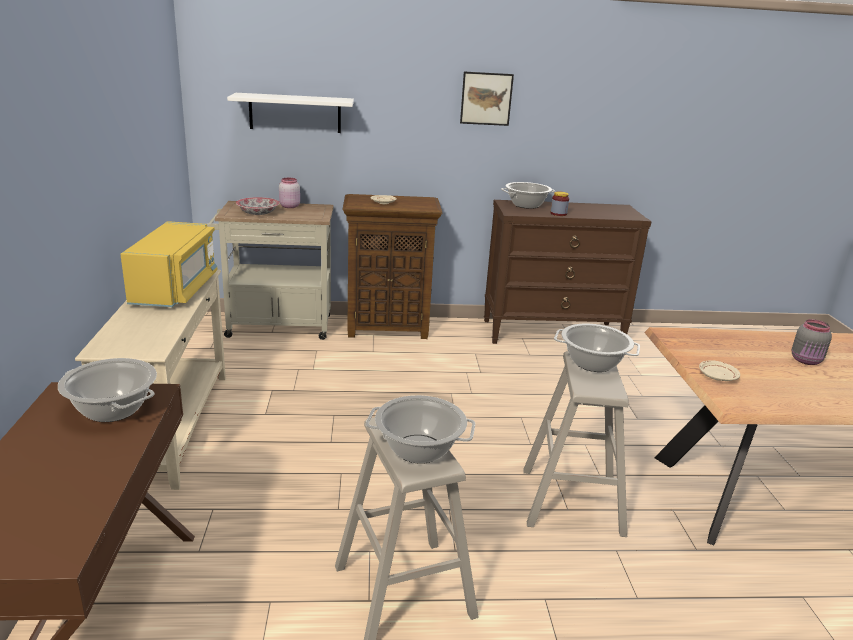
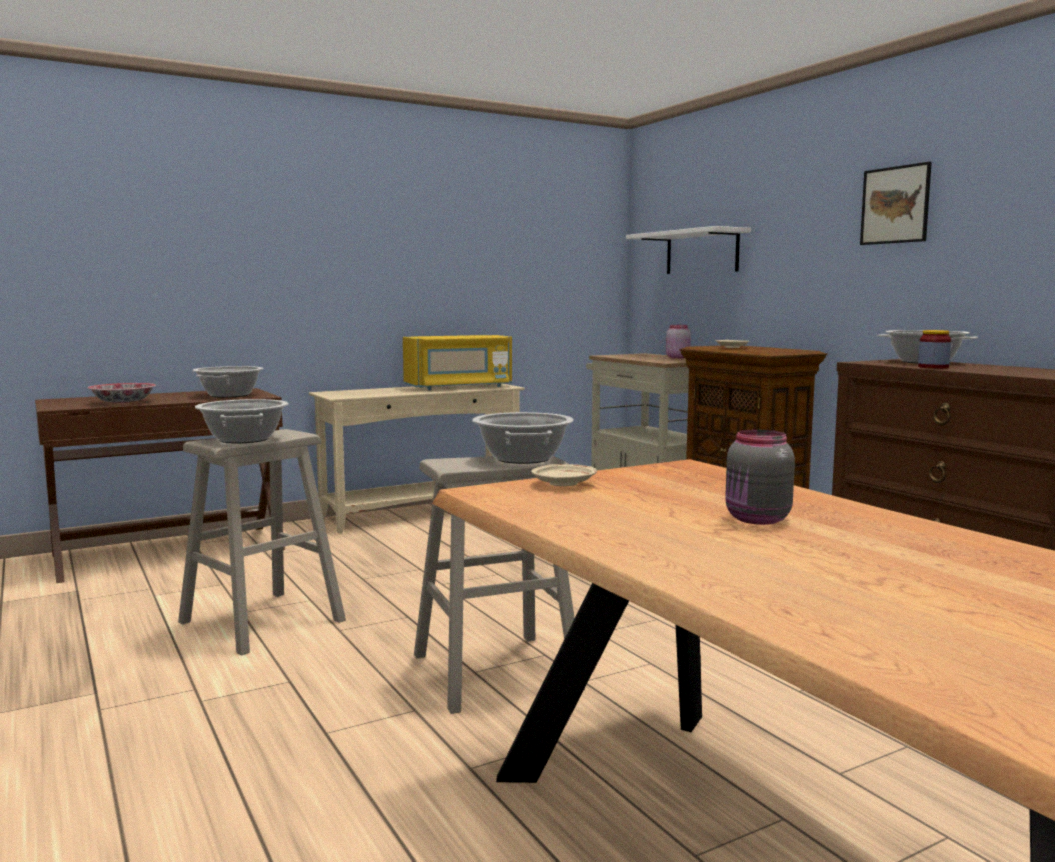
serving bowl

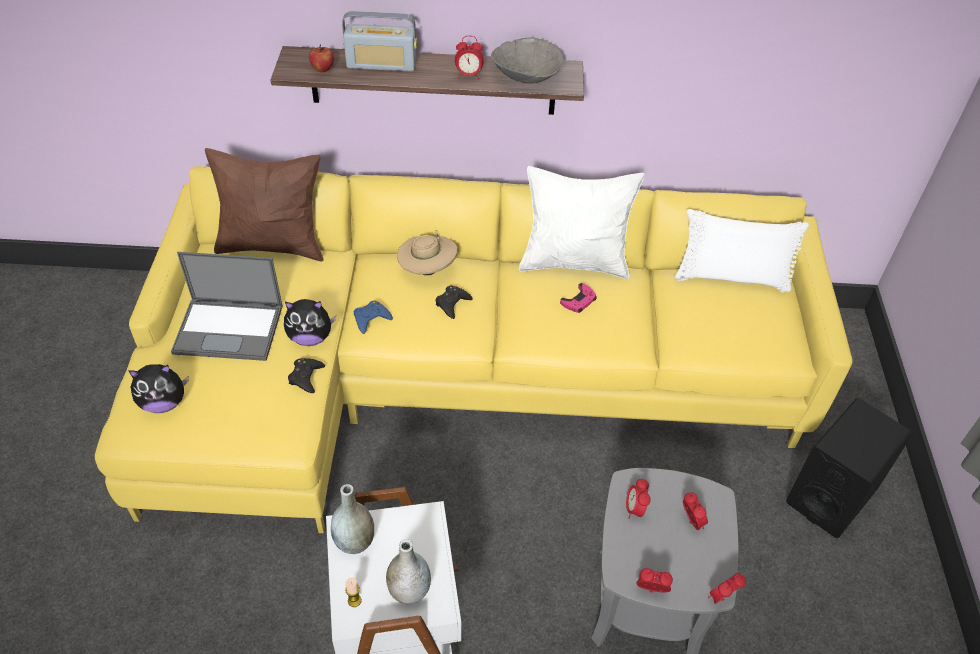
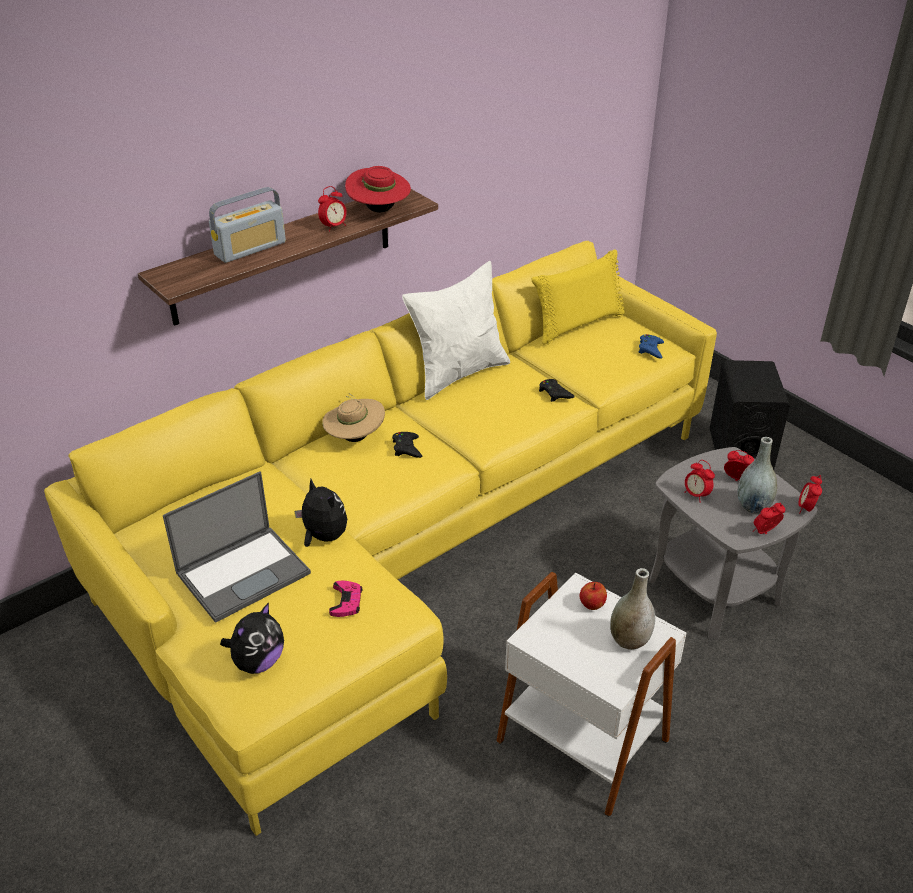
cuddly toy (no. 2 from left)
pink game controller
reddish wearable hat
yellow-coloured pillow
black game controller (no. 2 from left)
whole apple
bluish game controller
greyish decorative vase (no. 2 from left)
brownish pillow
candle

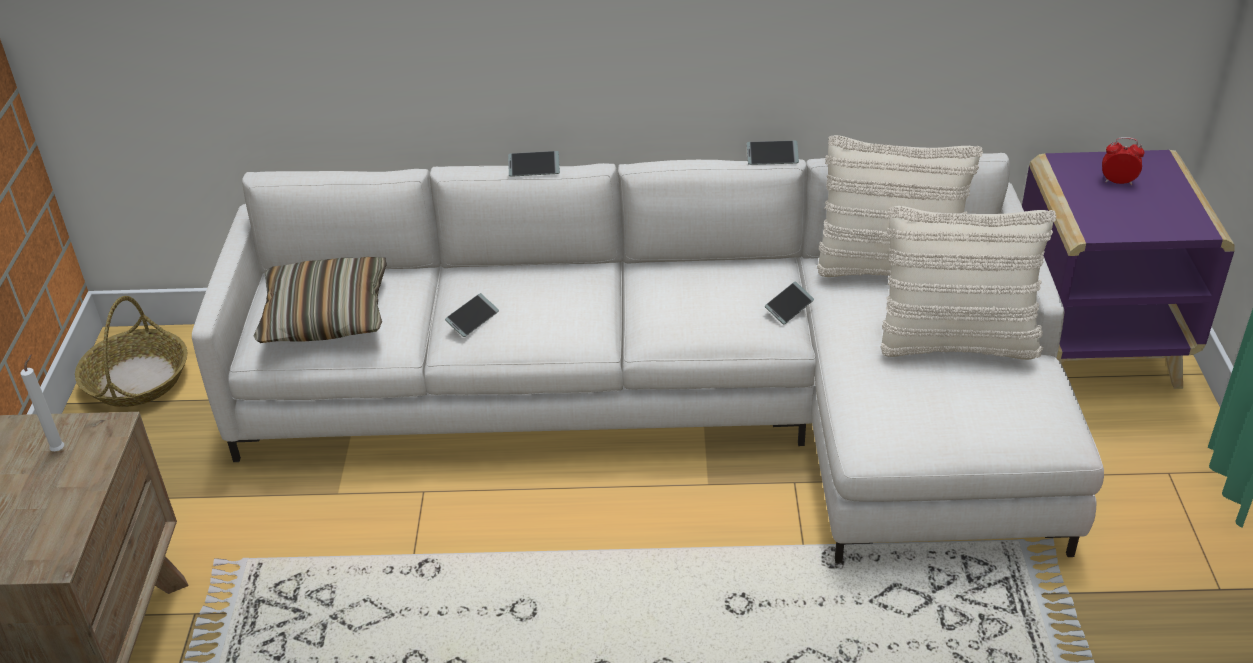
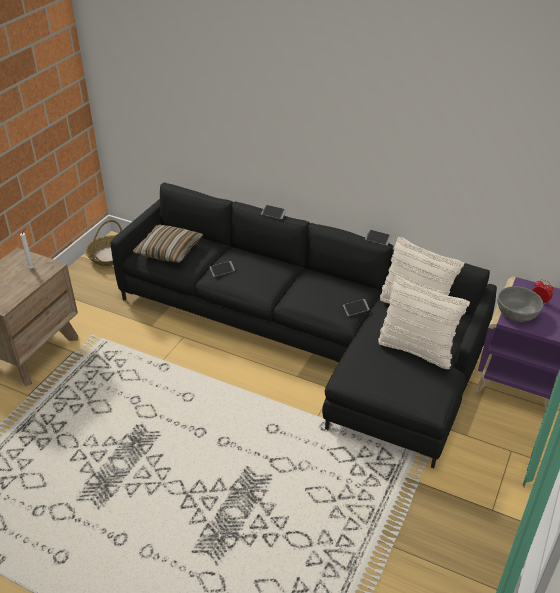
black settee
greyish serving bowl

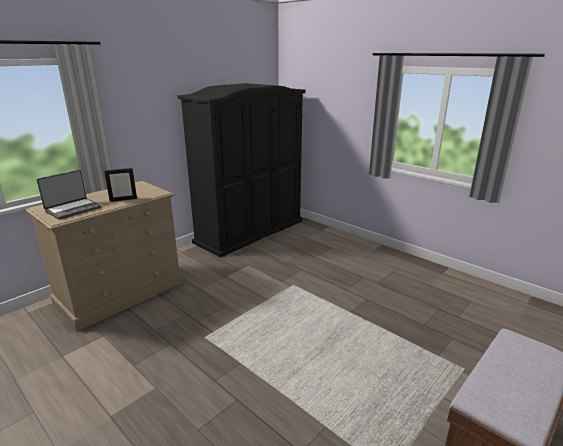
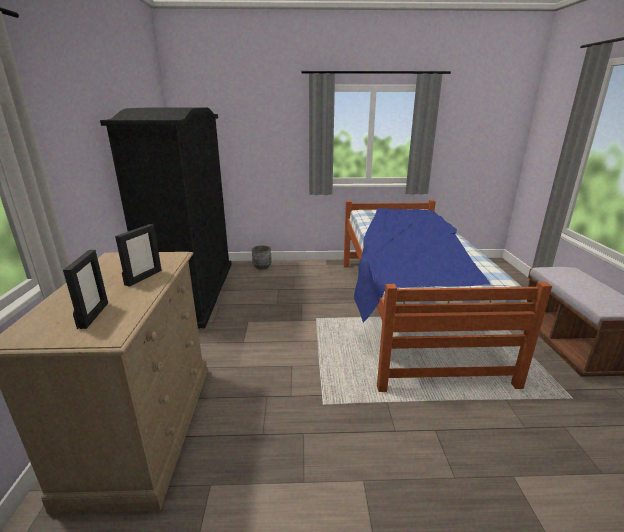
picture frame (no. 1 from left)
greyish planter
bedroom bed

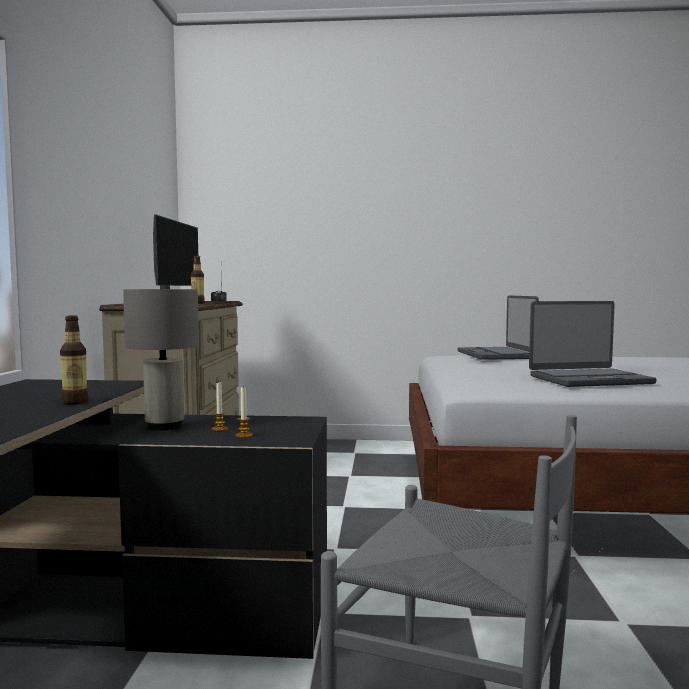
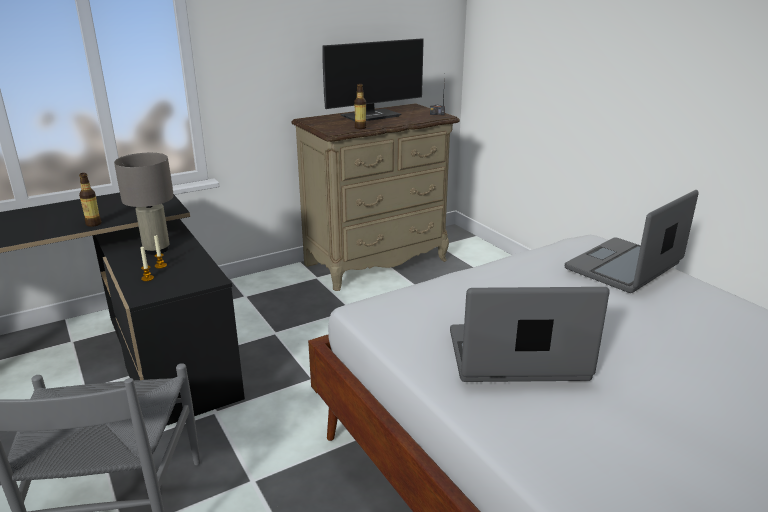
notebook computer (no. 1 from left)

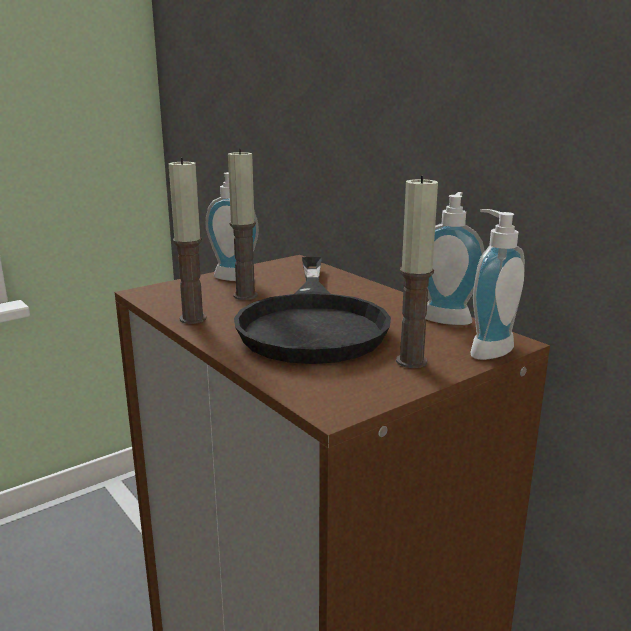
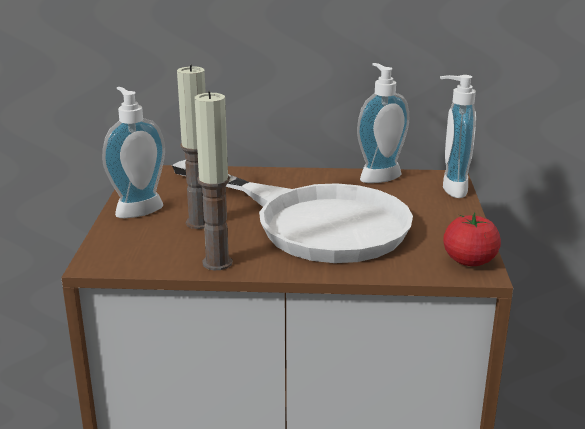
white pan
tomato
candle (no. 3 from left in the first image)

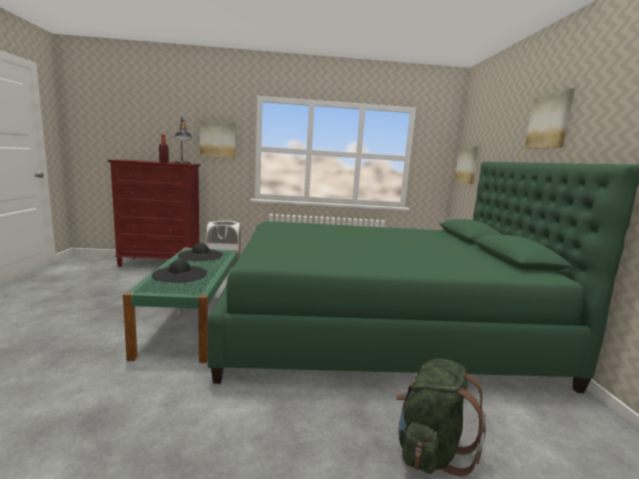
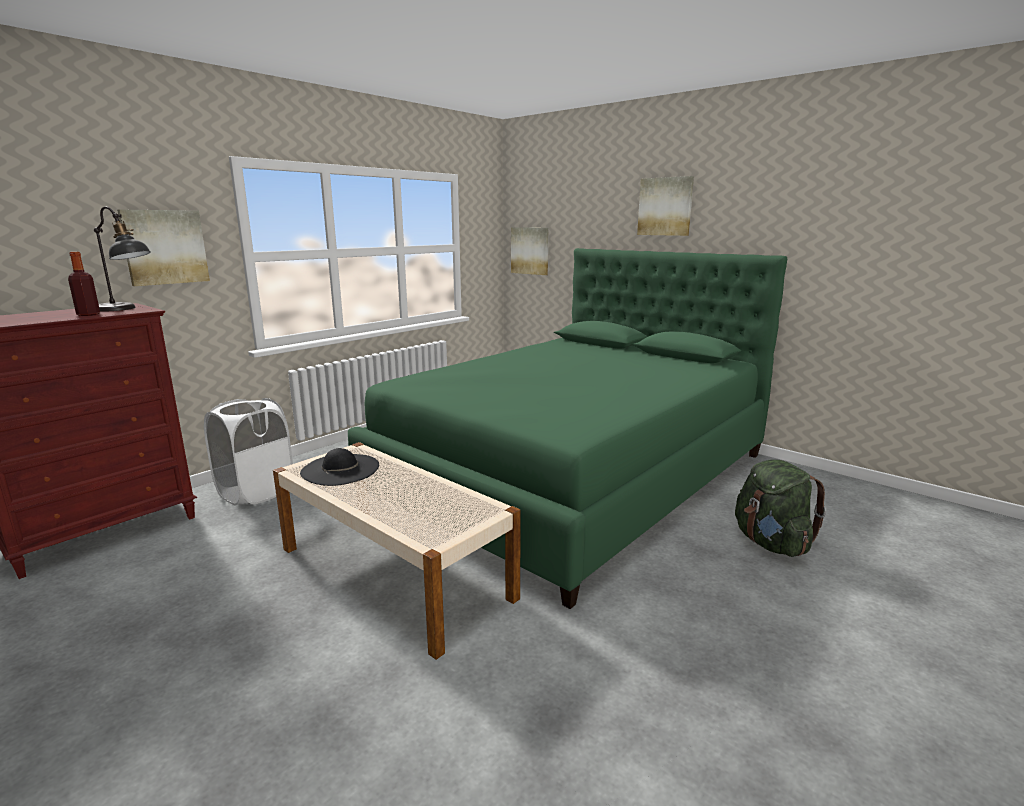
beige indoor bench
black wearable hat (no. 1 from left in the first image)

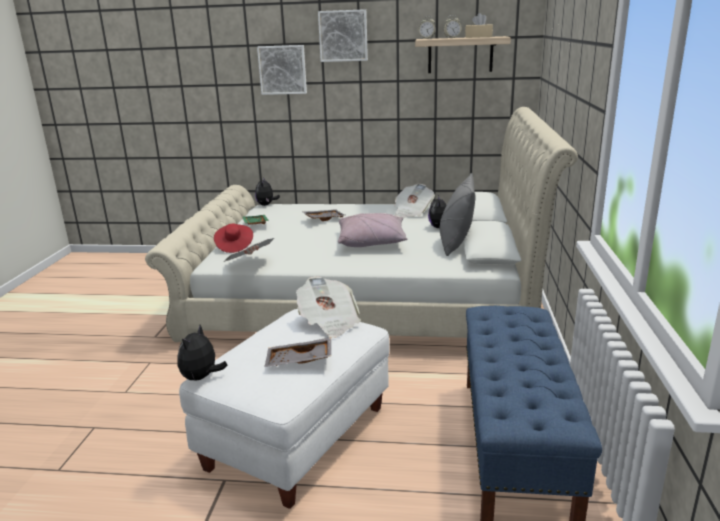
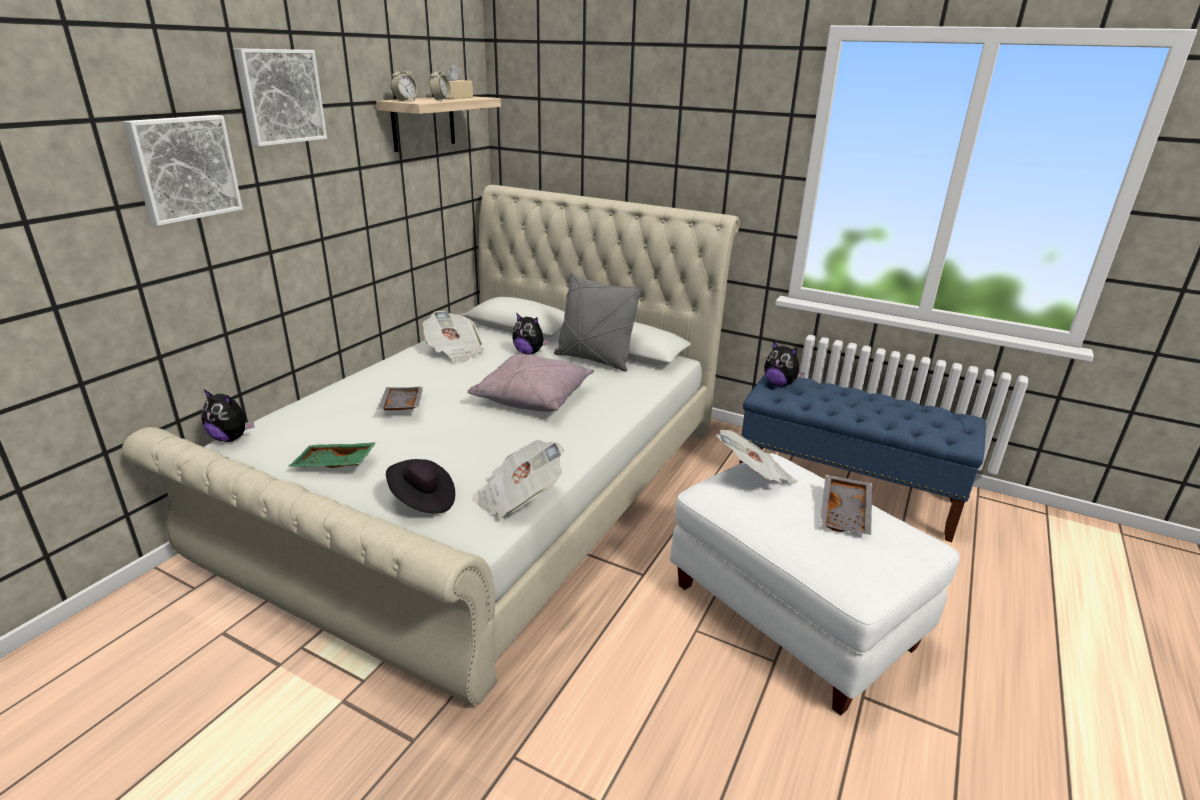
black wearable hat
cuddly toy (no. 3 from left)

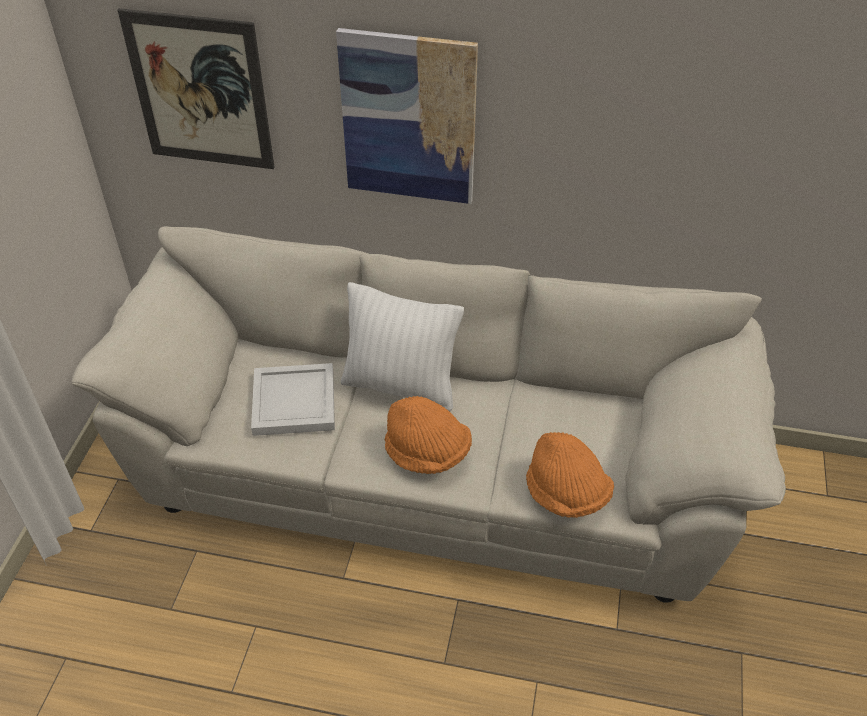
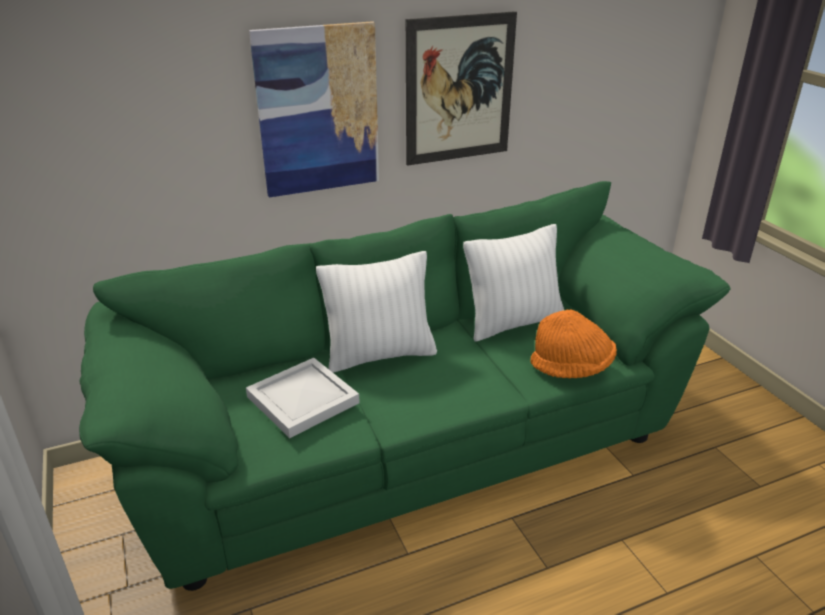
greenish settee
wall art (no. 2 from left)
white pillow (no. 2 from left)
orangey wearable hat (no. 1 from left in the first image)

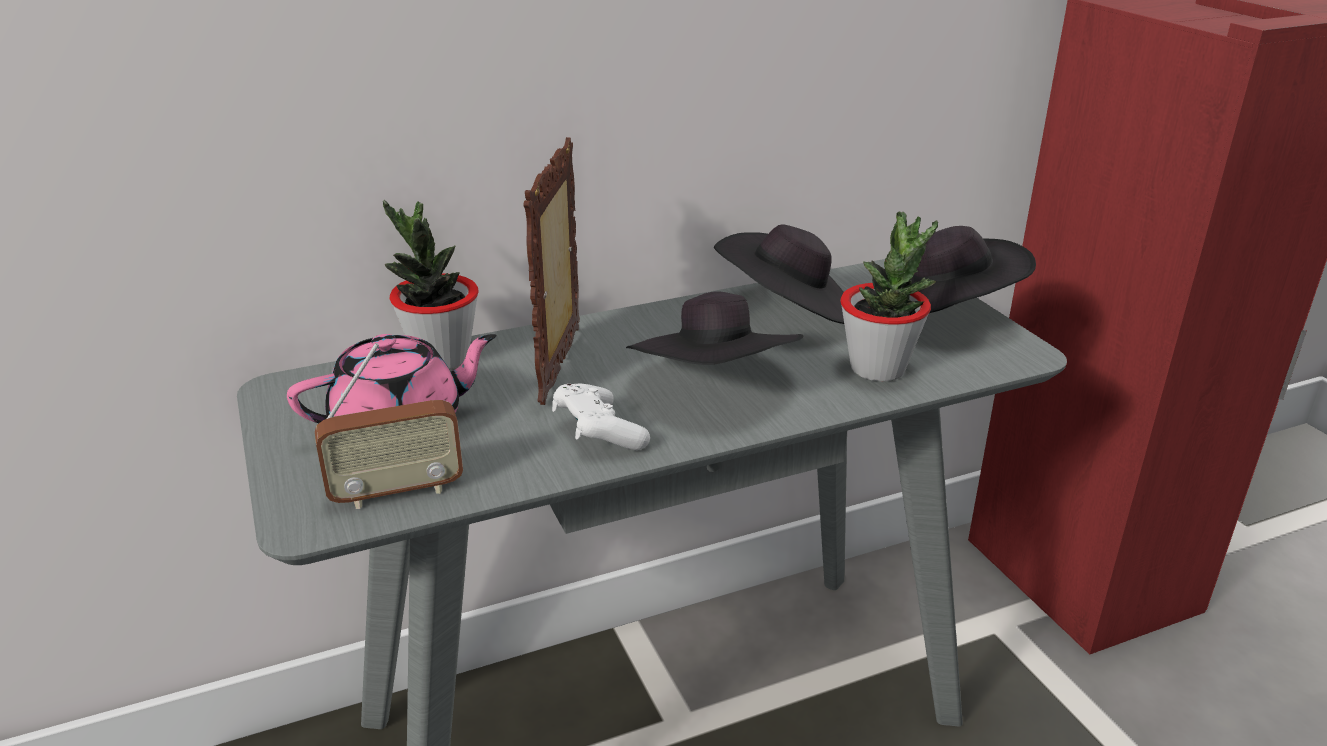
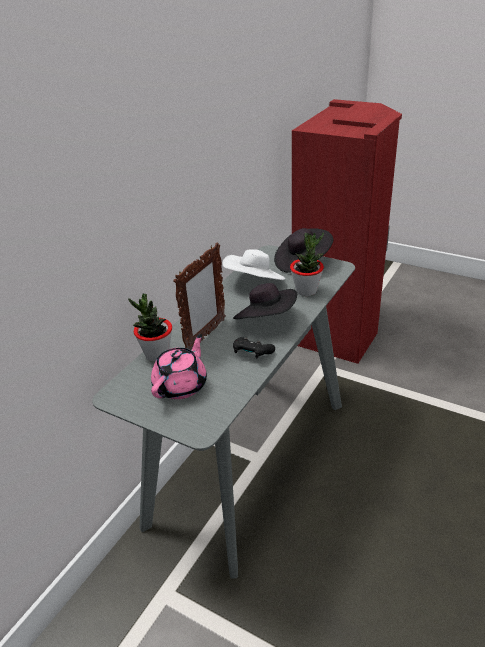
picture frame
white wearable hat
black game controller
radio receiver

